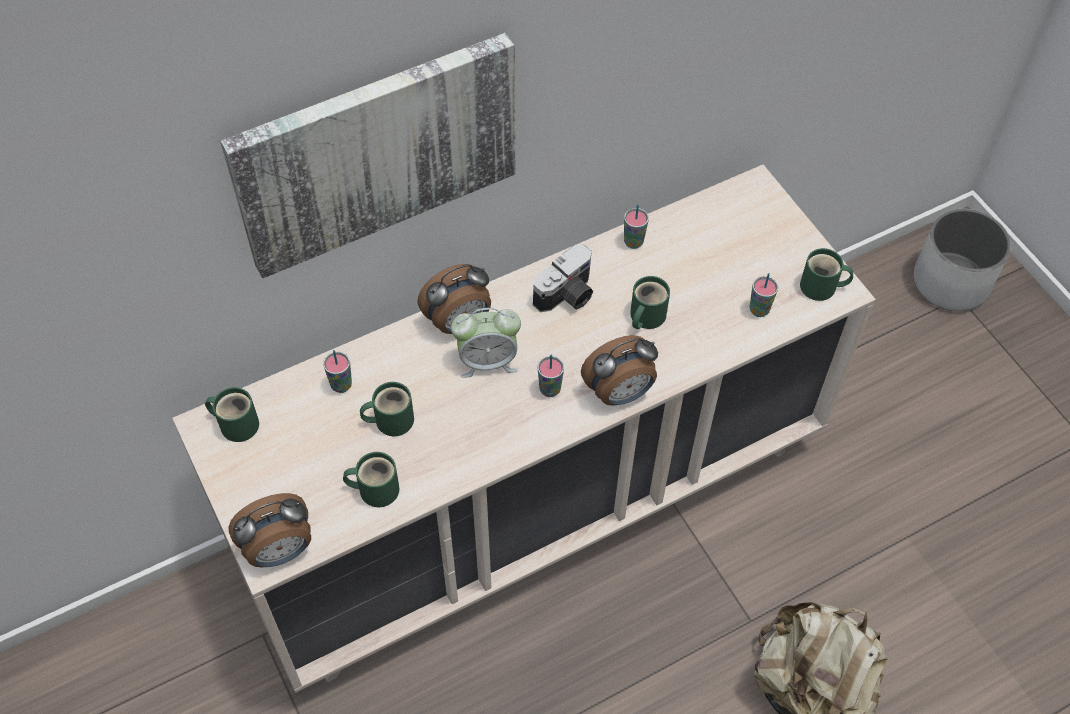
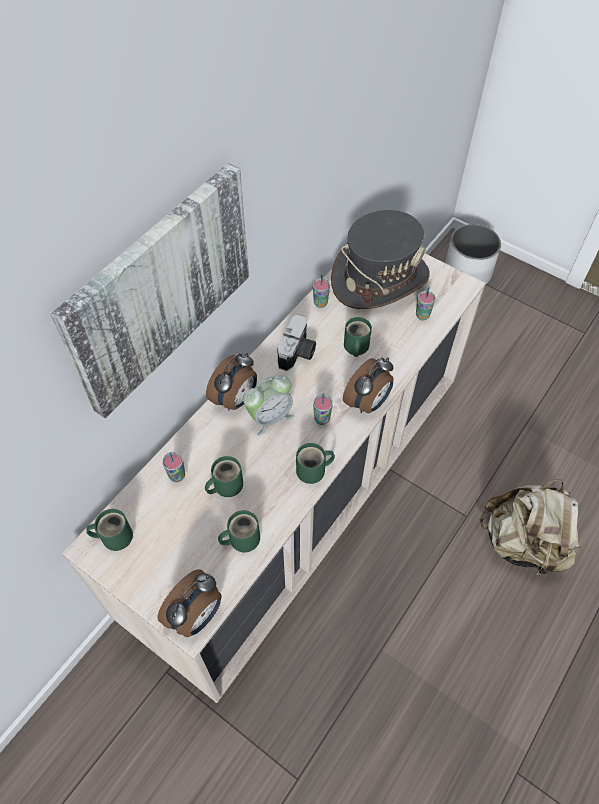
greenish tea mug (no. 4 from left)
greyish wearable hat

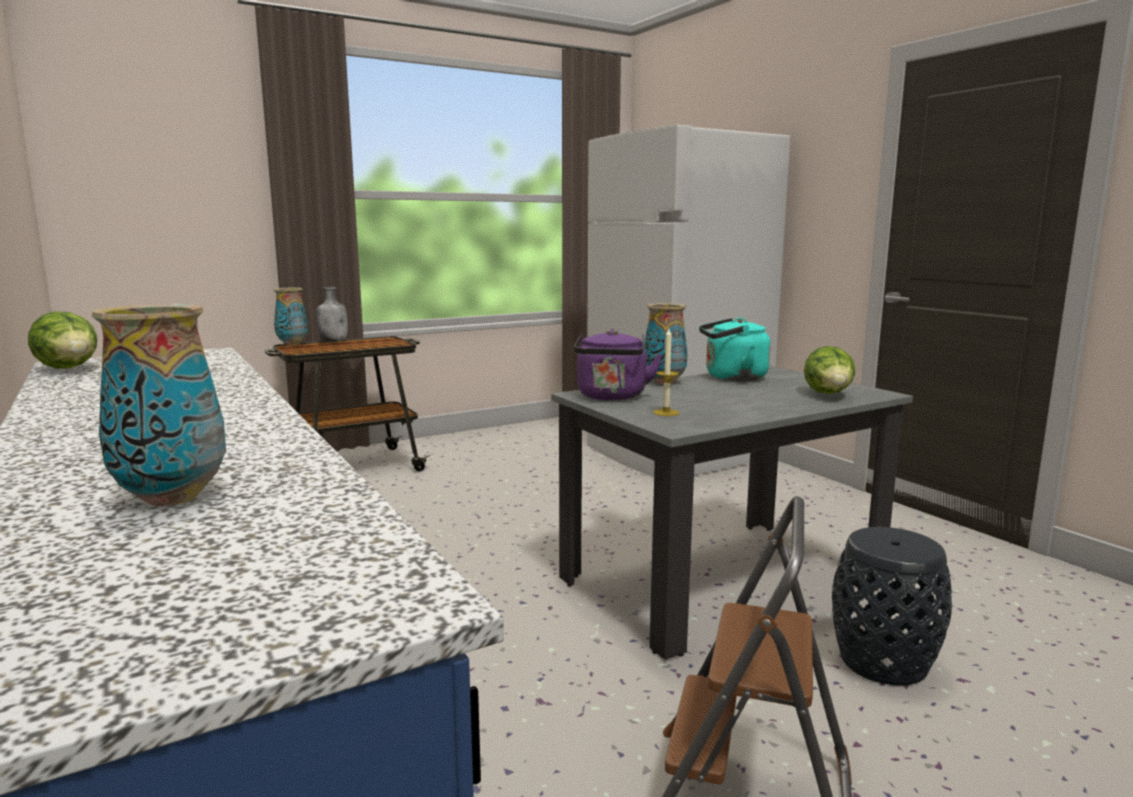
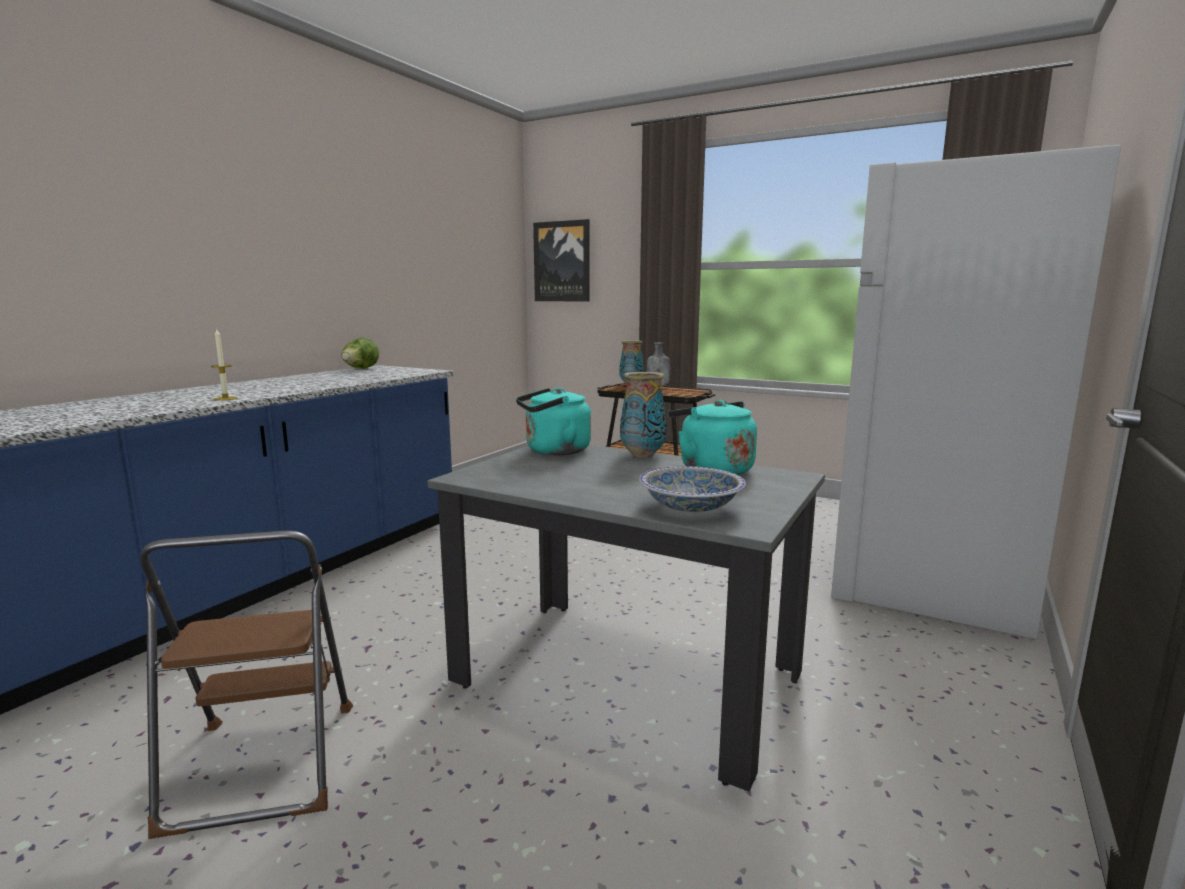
candle
turquoise water kettle (no. 1 from left)
wall art
serving bowl
decorative vase (no. 1 from left in the first image)
black sitting stool

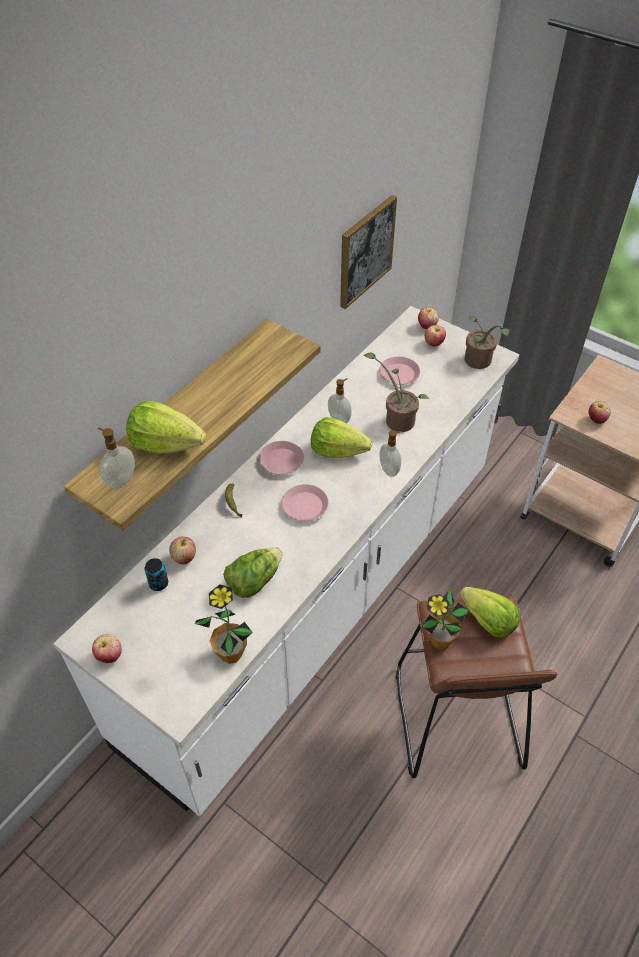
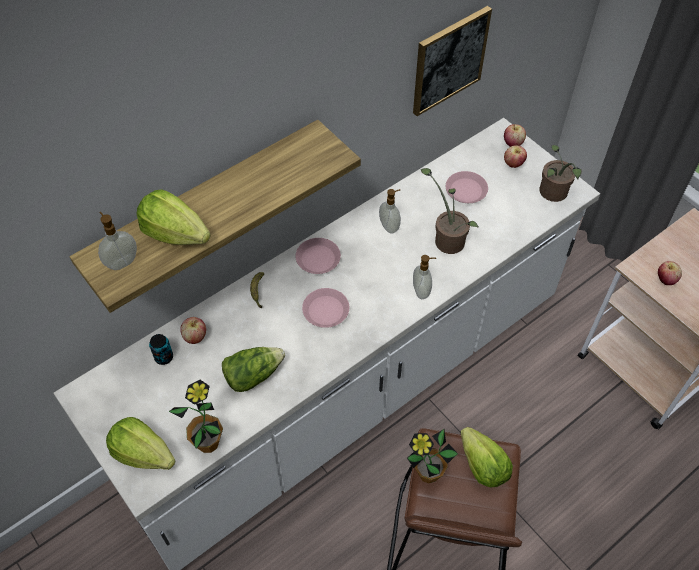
lettuce head (no. 1 from left)
whole apple (no. 1 from left in the first image)

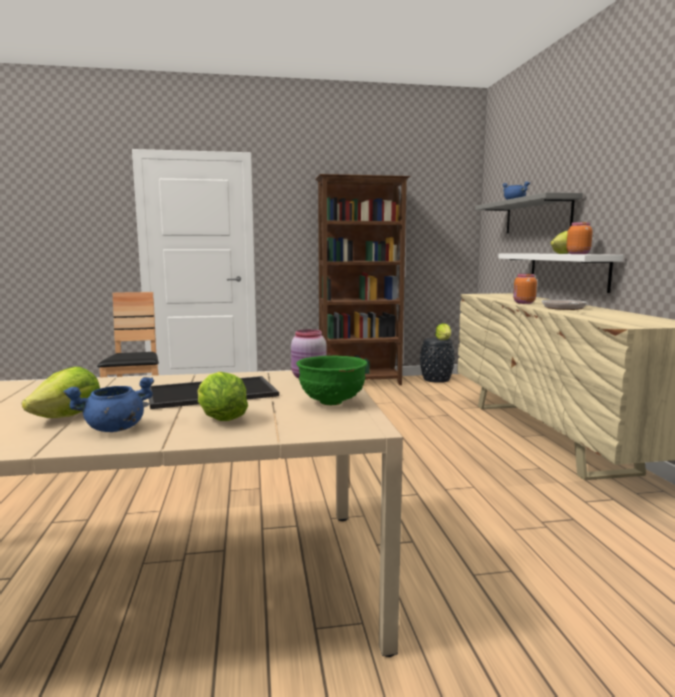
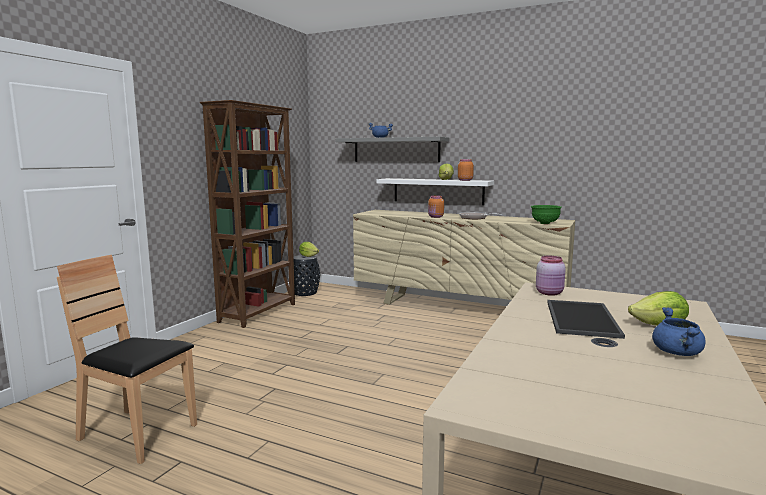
greenish serving bowl
lettuce head (no. 1 from left in the first image)

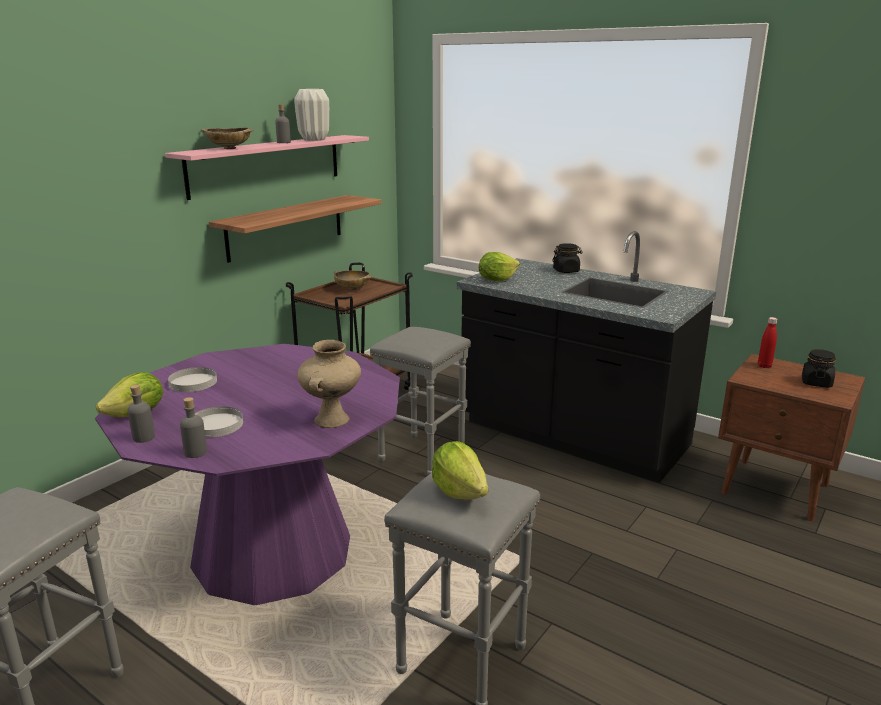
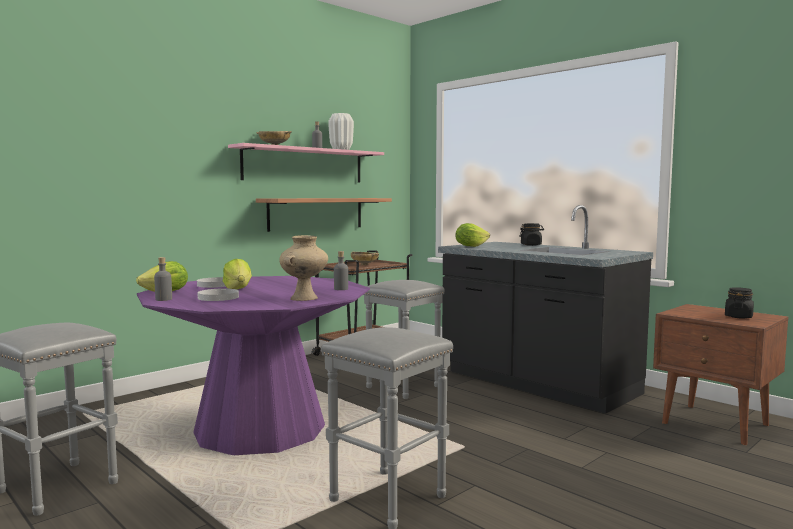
lettuce head (no. 2 from left)
greyish beverage bottle (no. 3 from left)
reddish beverage bottle

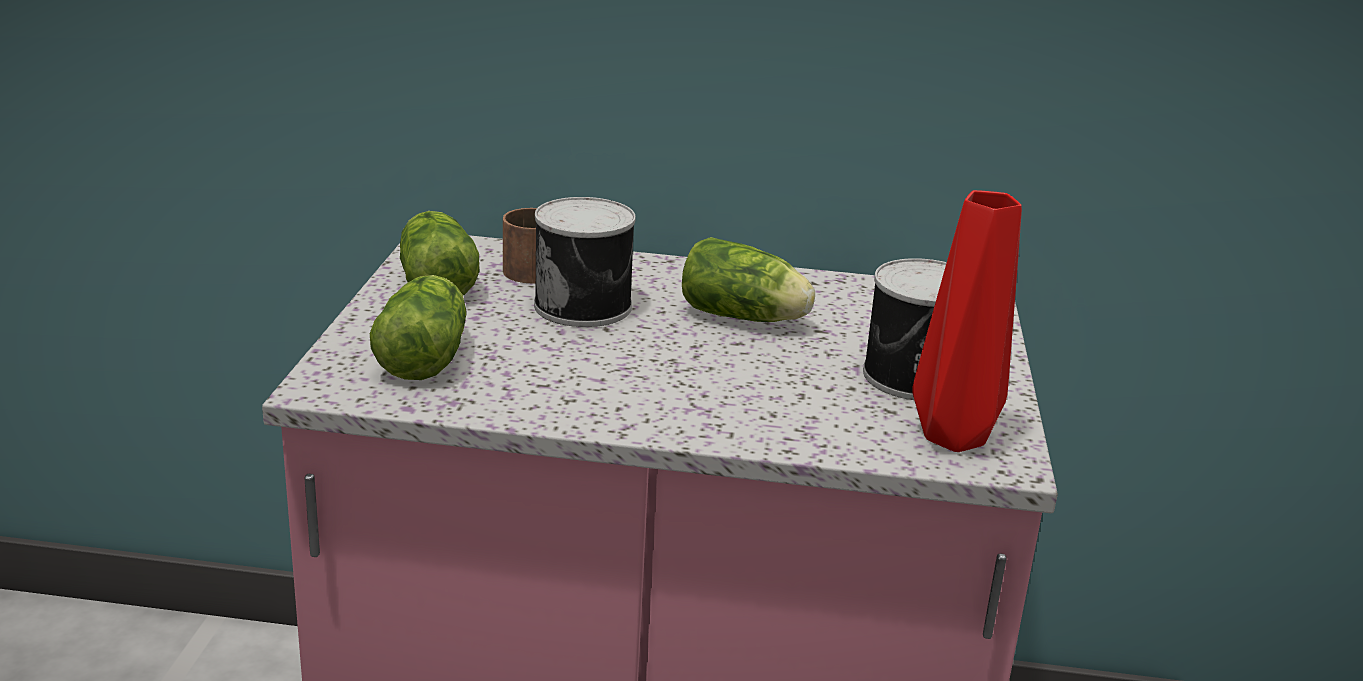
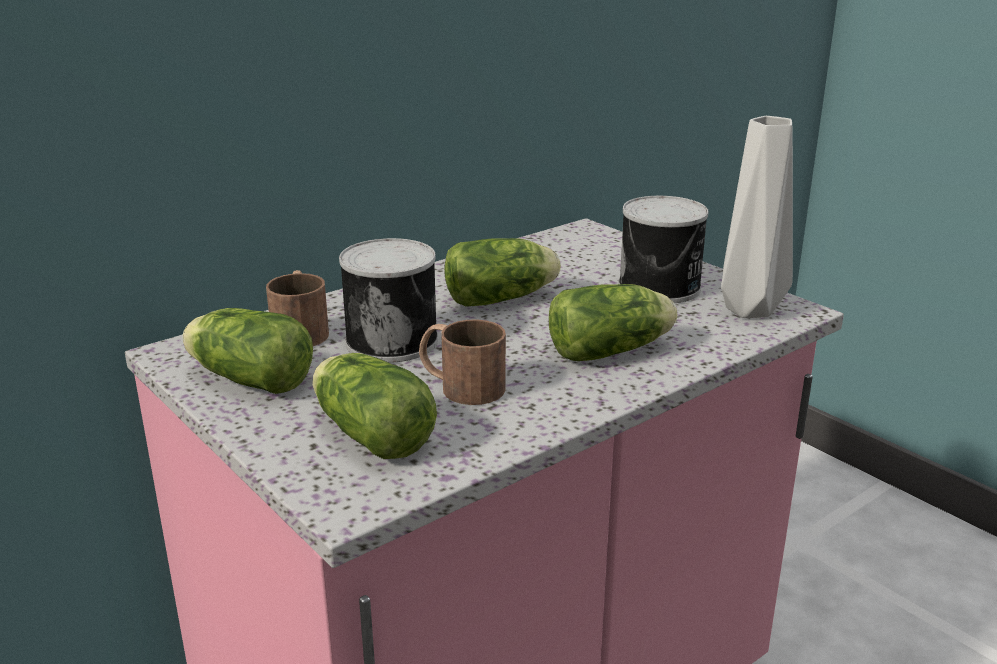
brownish tea mug (no. 2 from left)
lettuce head (no. 4 from left)
greyish decorative vase

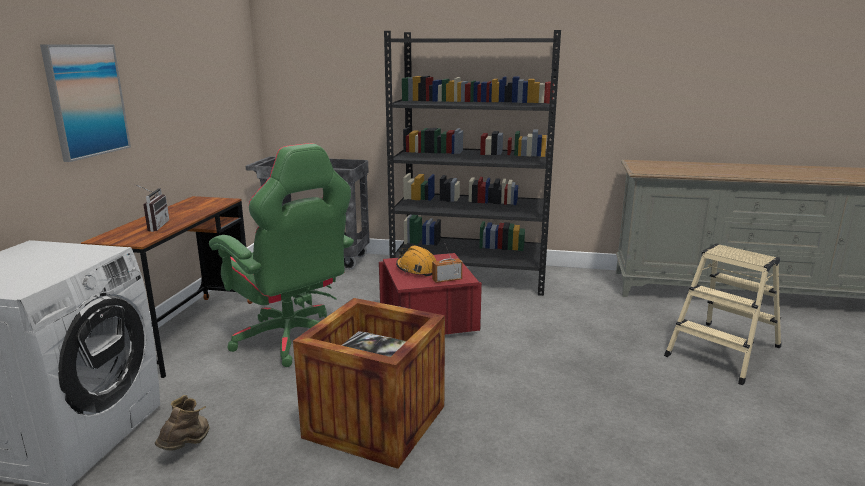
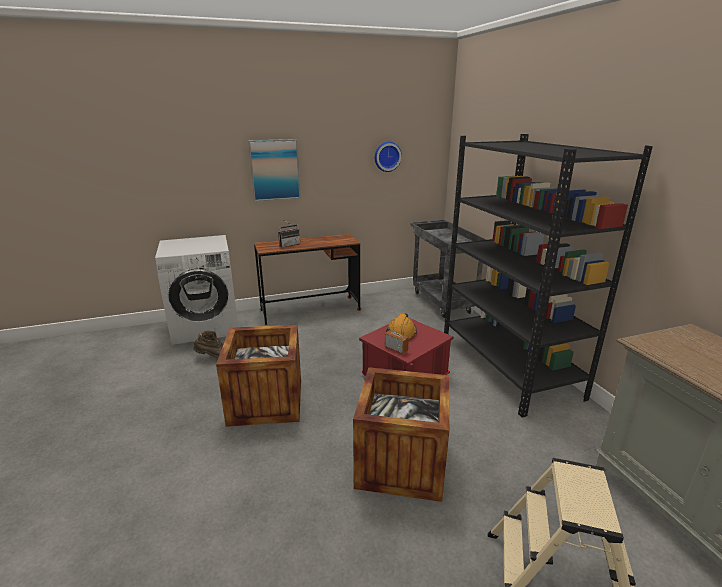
crate (no. 2 from left)
clock on the wall
greenish office chair

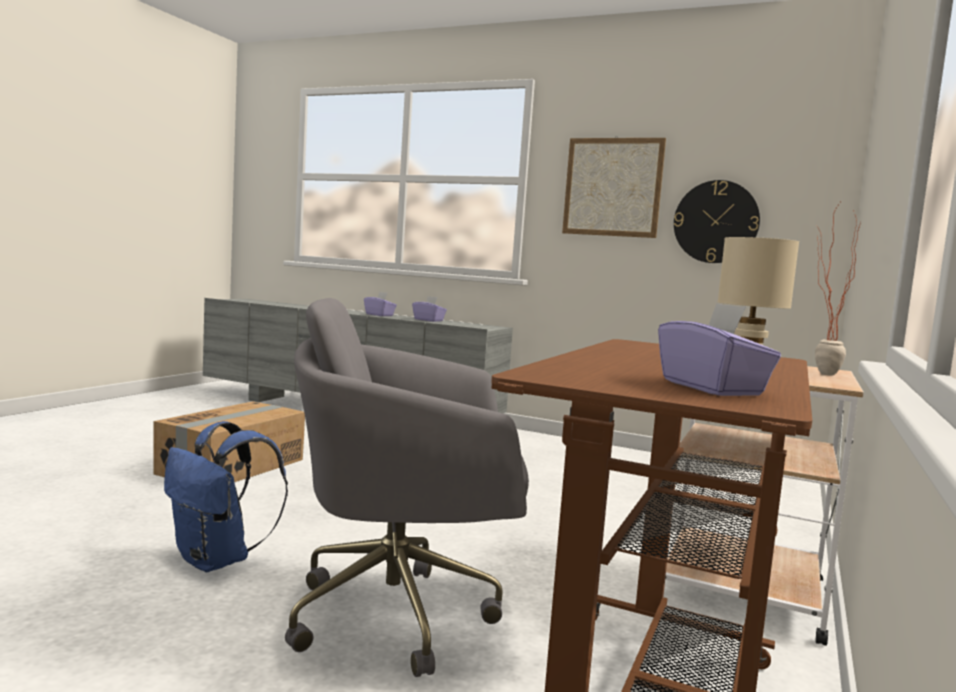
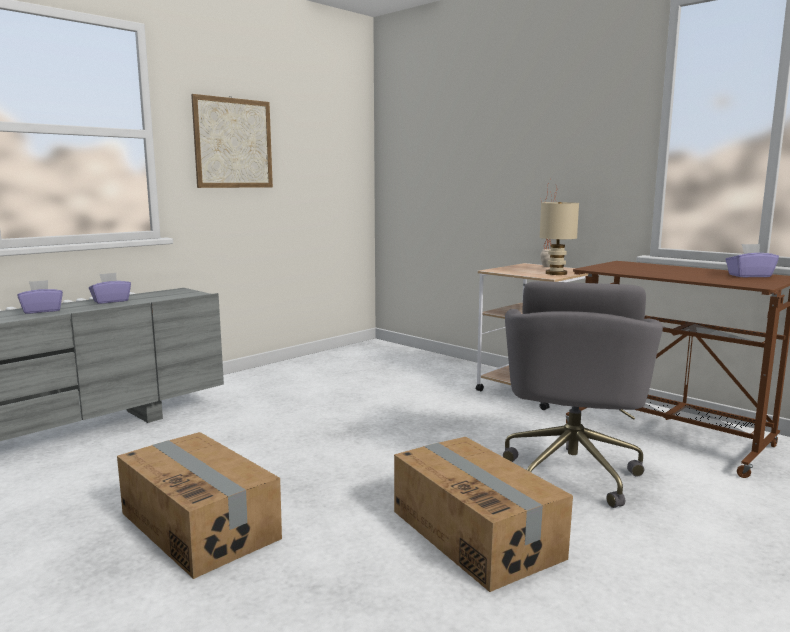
packing box (no. 2 from left)
clock on the wall

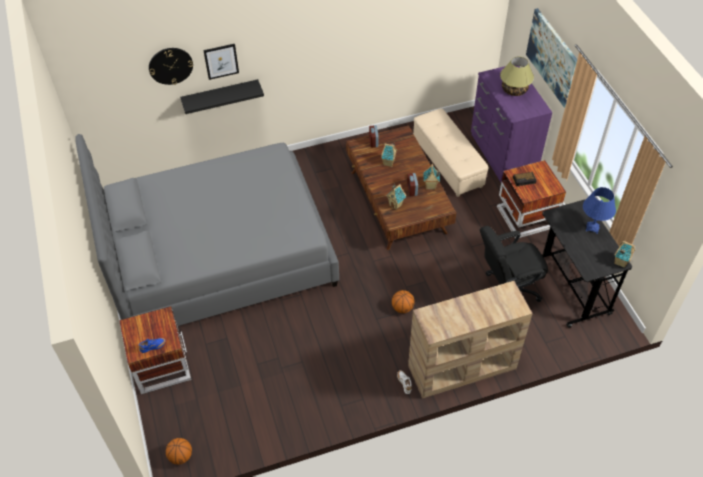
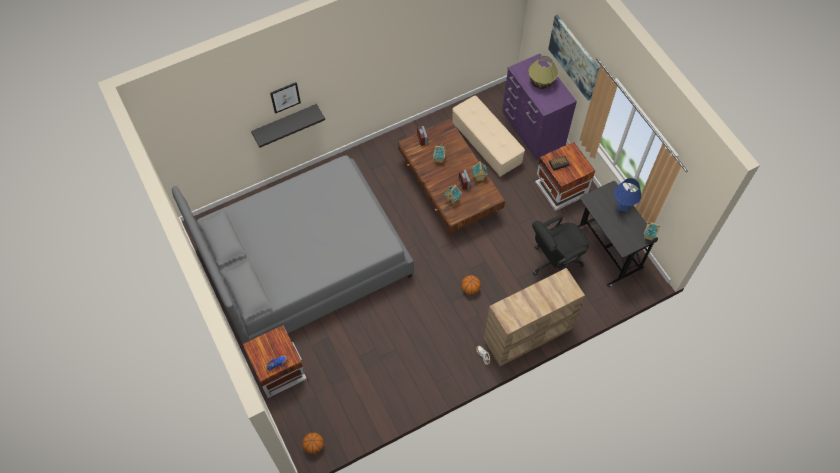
clock on the wall

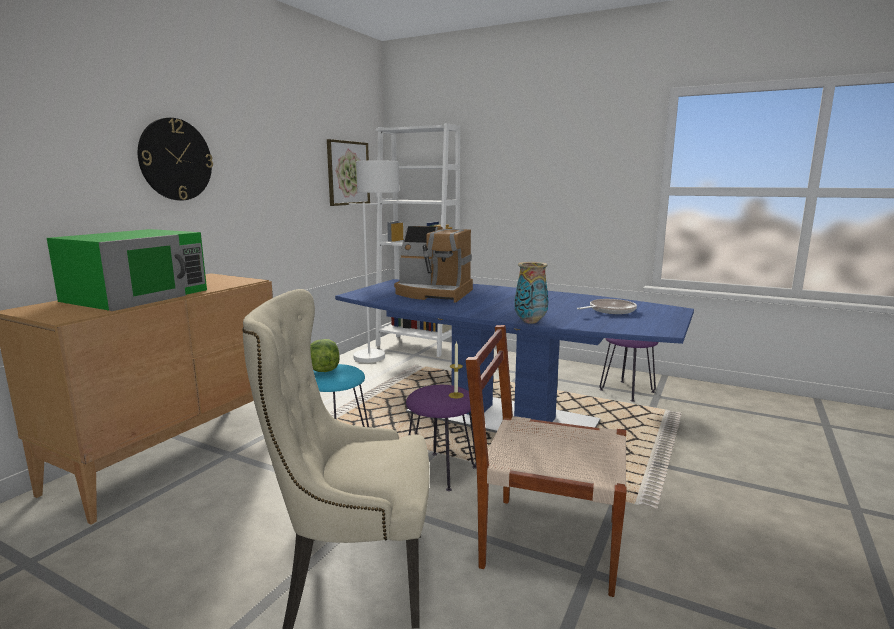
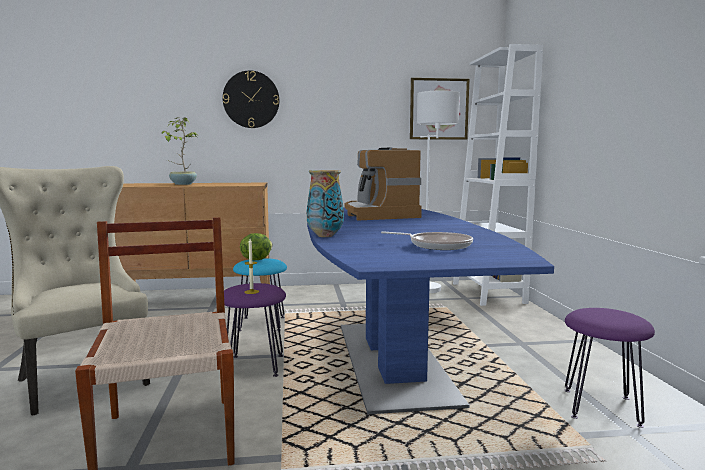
houseplant

